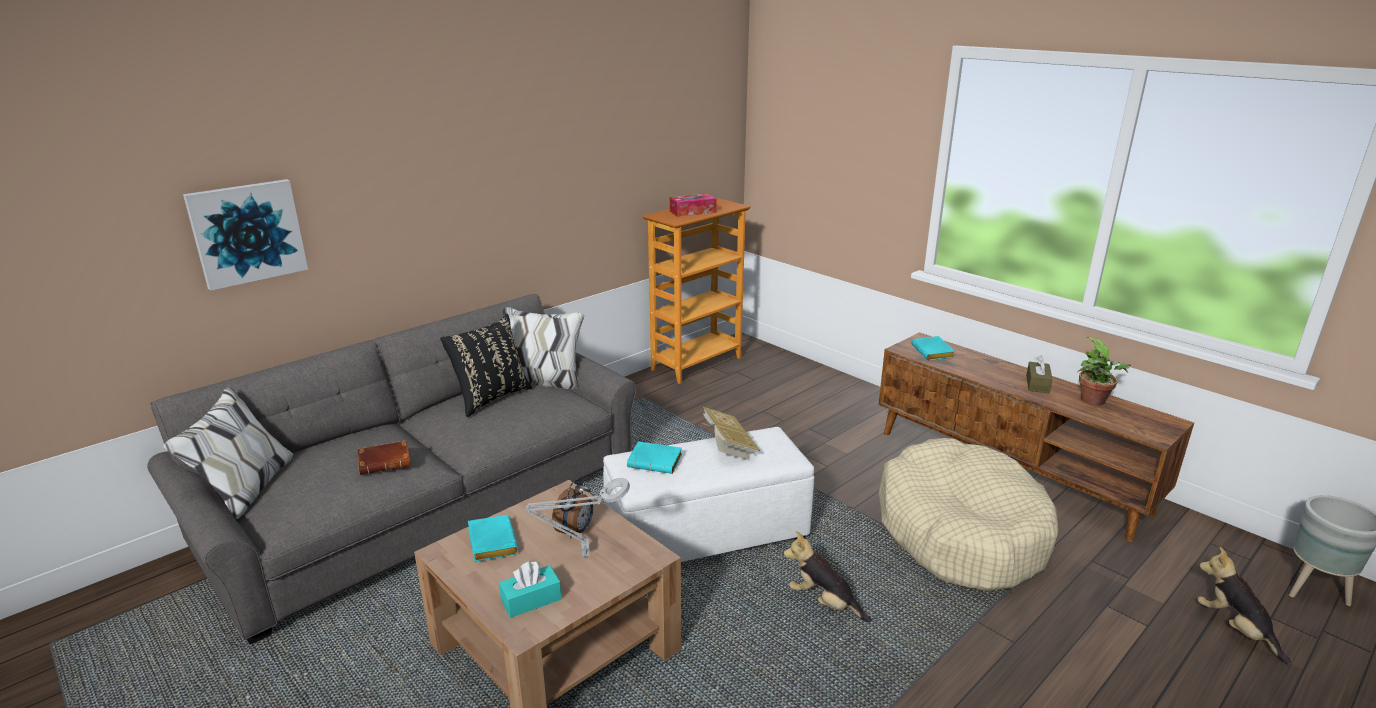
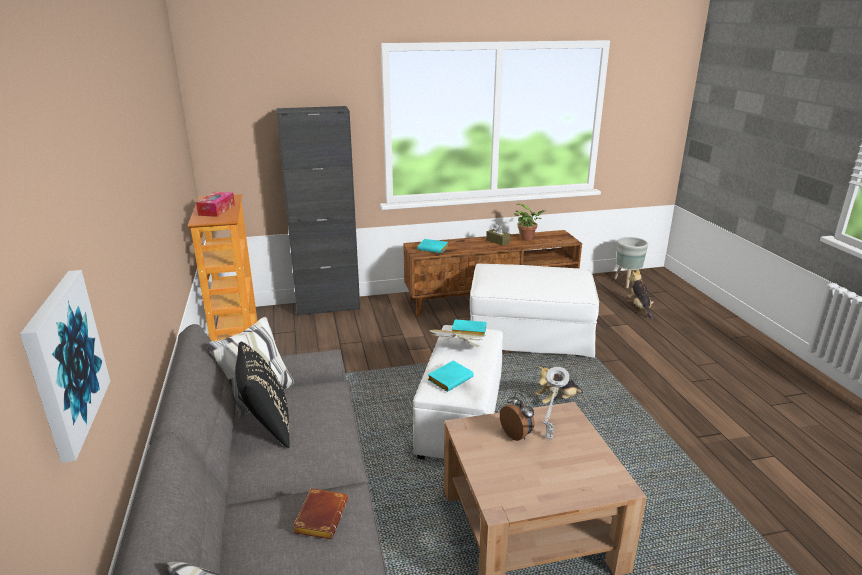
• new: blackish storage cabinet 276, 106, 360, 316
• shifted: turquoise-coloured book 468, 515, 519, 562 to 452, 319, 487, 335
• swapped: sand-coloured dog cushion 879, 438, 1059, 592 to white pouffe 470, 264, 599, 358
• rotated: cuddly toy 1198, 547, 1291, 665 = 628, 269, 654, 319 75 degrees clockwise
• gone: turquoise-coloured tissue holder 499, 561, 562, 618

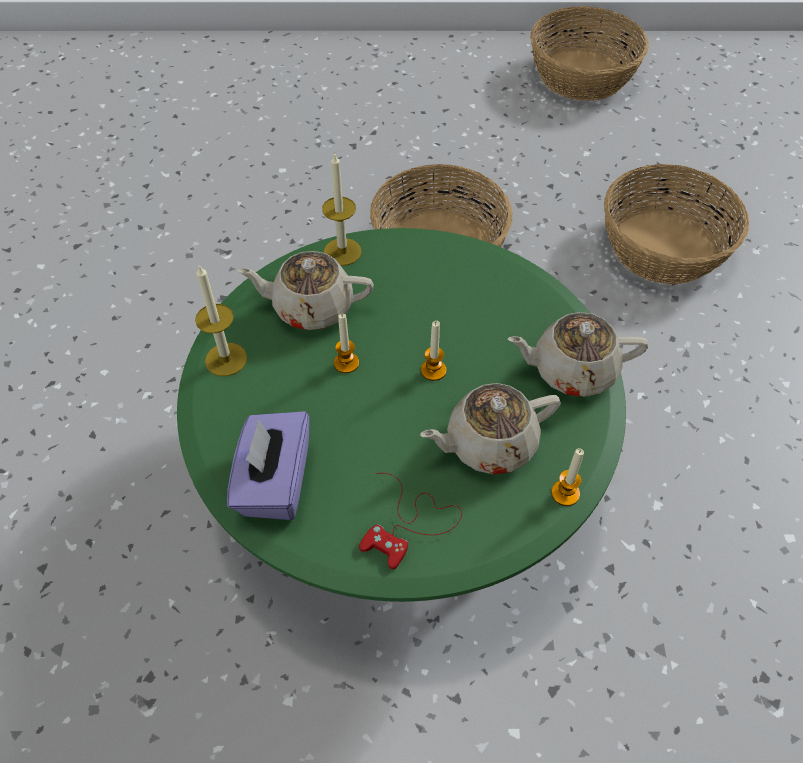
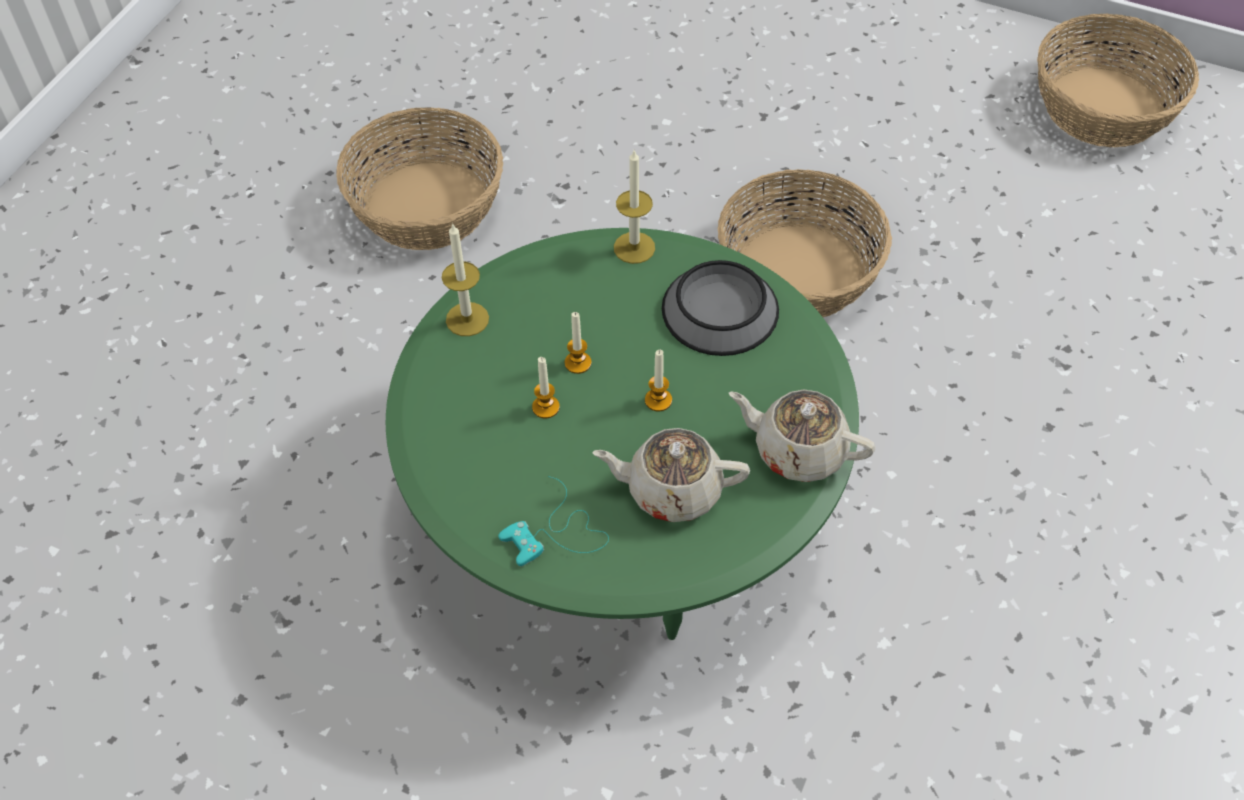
• shifted: storage basket 604, 164, 749, 284 to 336, 107, 503, 250
• repainted: reddish game controller 359, 473, 462, 569 to turquoise-coloured game controller 498, 476, 609, 566
• shifted: wax light 551, 448, 584, 506 to 532, 357, 560, 418
• new: bowl 662, 260, 779, 356
• gone: purple tissue holder 227, 411, 309, 520
• gone: sand-coloured pot for tea 238, 251, 374, 330

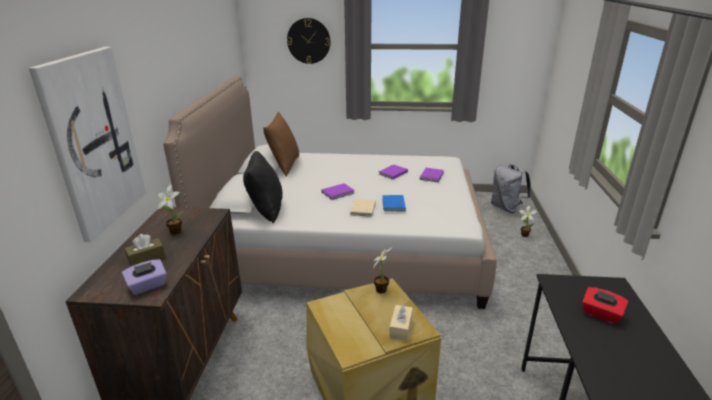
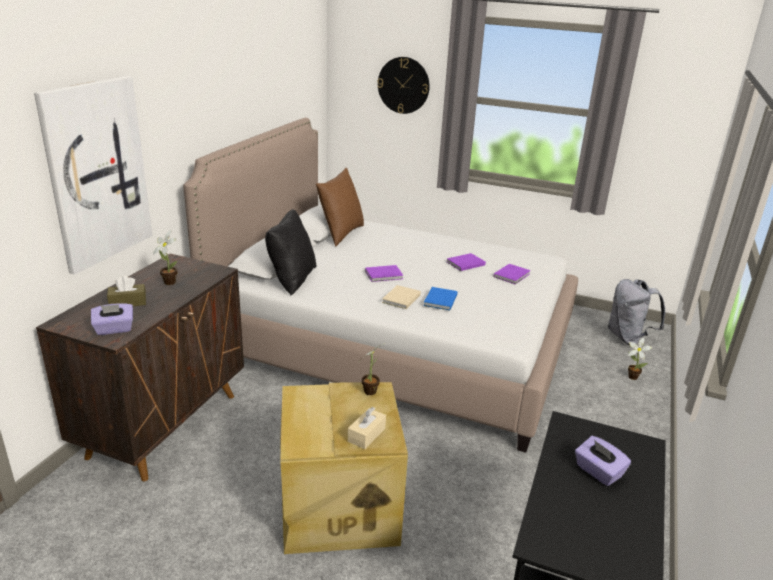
• repainted: reddish tissue holder 582, 287, 628, 324 to purple tissue holder 575, 436, 631, 486

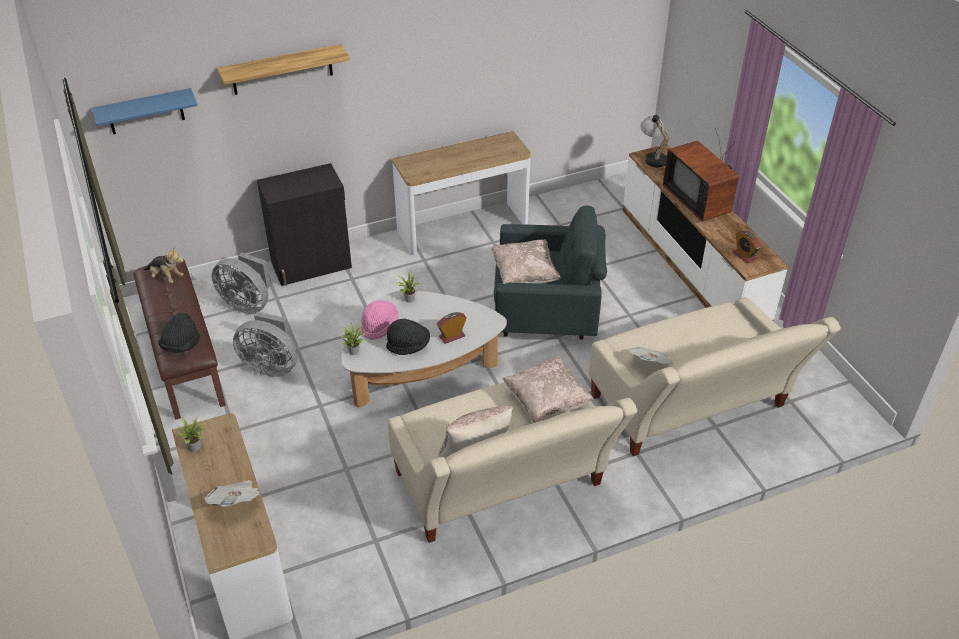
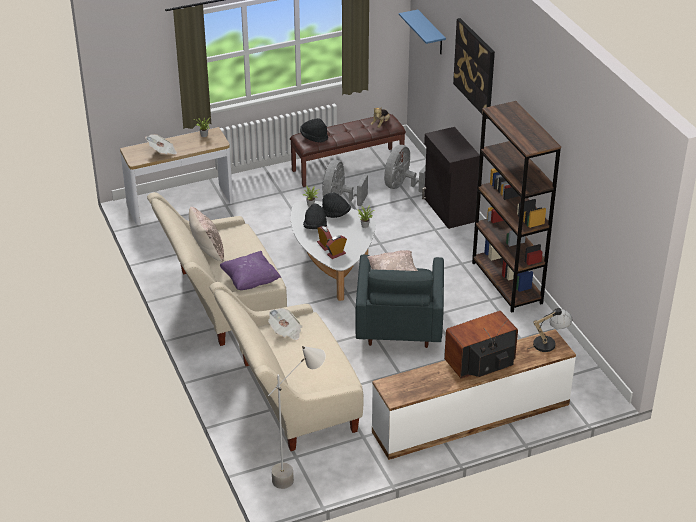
• repainted: sand-coloured throw pillow 503, 357, 594, 423 to purple throw pillow 220, 251, 281, 290
• new: grey floor lamp 268, 346, 326, 489
• repainted: pink-coloured wearable hat 361, 300, 399, 340 to blackish wearable hat 322, 193, 351, 218
• shifted: bedside clock 733, 231, 761, 263 to 326, 235, 347, 259
• swapped: shelf 217, 44, 350, 95 to wall art 453, 18, 495, 119
• swapped: narrow table 392, 131, 531, 255 to brown-coloured shelving unit 472, 101, 561, 313

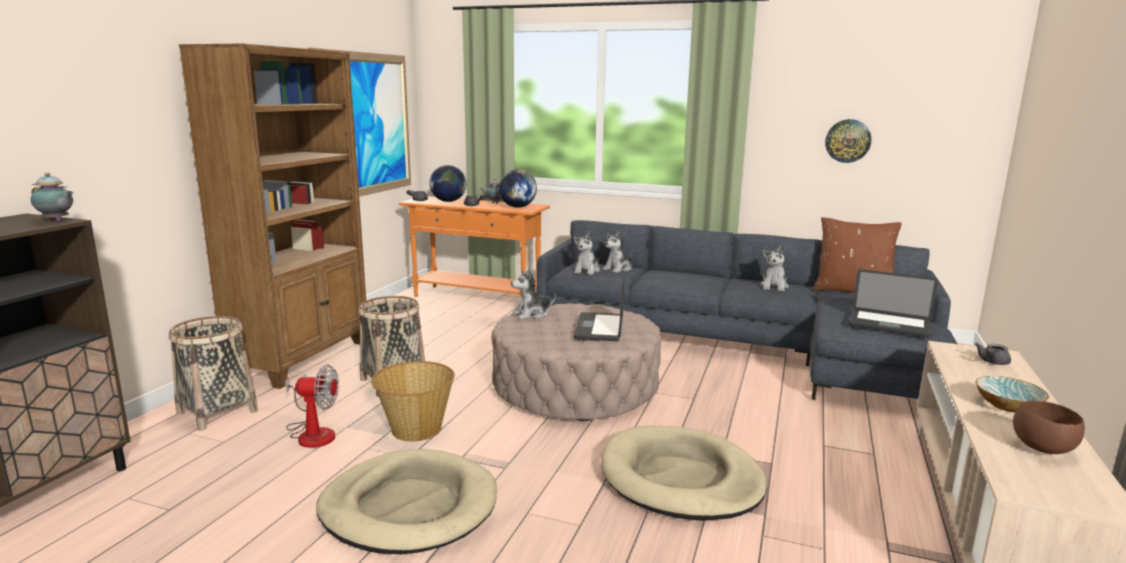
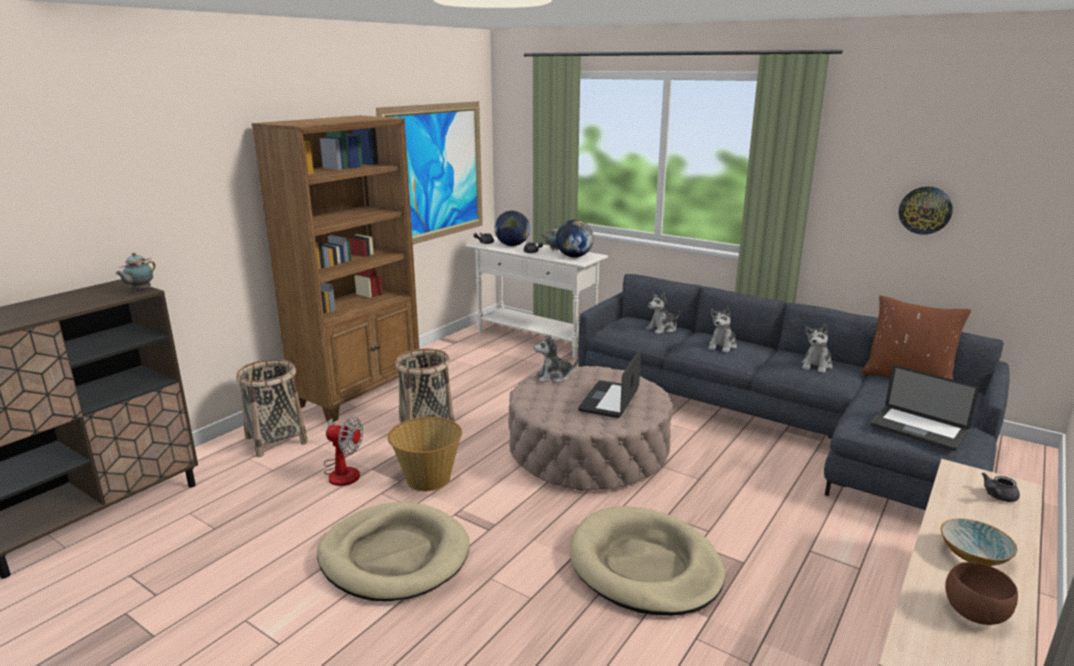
• rotated: pot for tea 31, 173, 74, 221 = 115, 253, 155, 291 75 degrees clockwise
• repainted: orange narrow table 399, 196, 550, 297 to white narrow table 466, 236, 608, 358
• shifted: cuddly toy 574, 232, 600, 275 to 708, 307, 737, 353

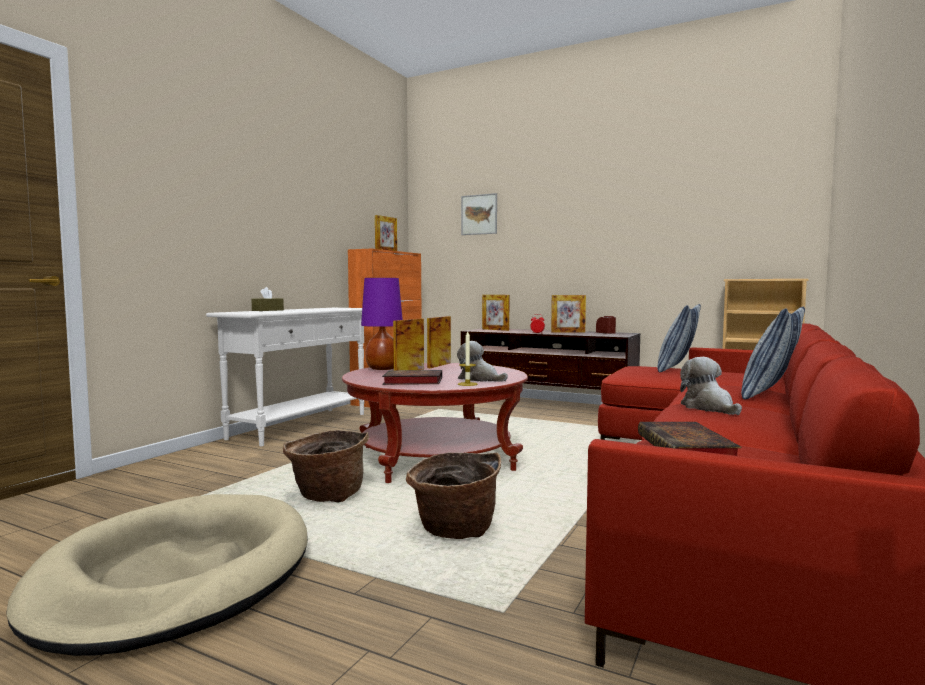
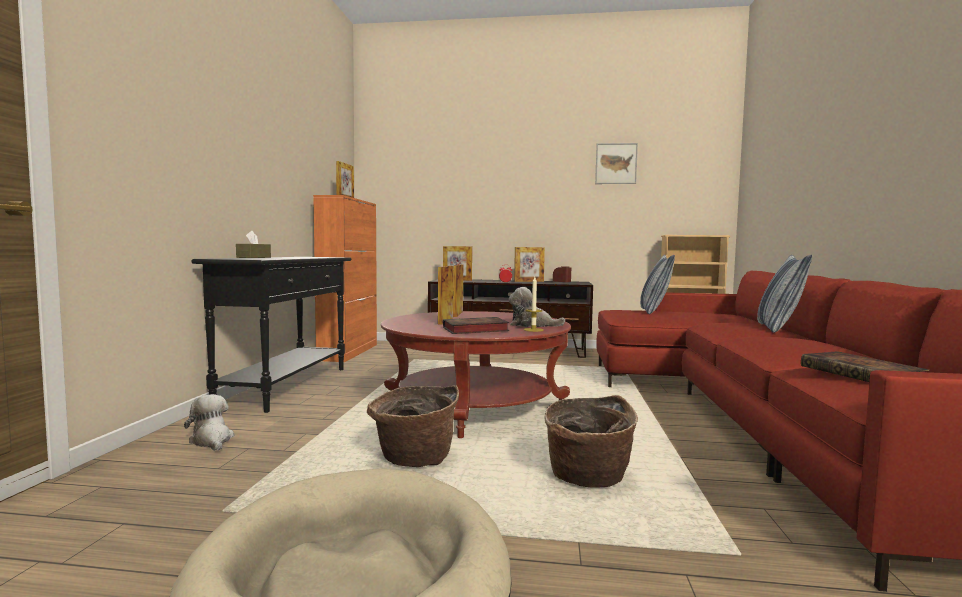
• shifted: cuddly toy 680, 357, 742, 415 to 184, 394, 234, 451
• repainted: white narrow table 206, 308, 364, 446 to blackish narrow table 191, 257, 352, 413
• shifted: wall art 461, 193, 497, 235 to 595, 143, 638, 184
• gone: purple tabletop lamp 361, 278, 403, 370

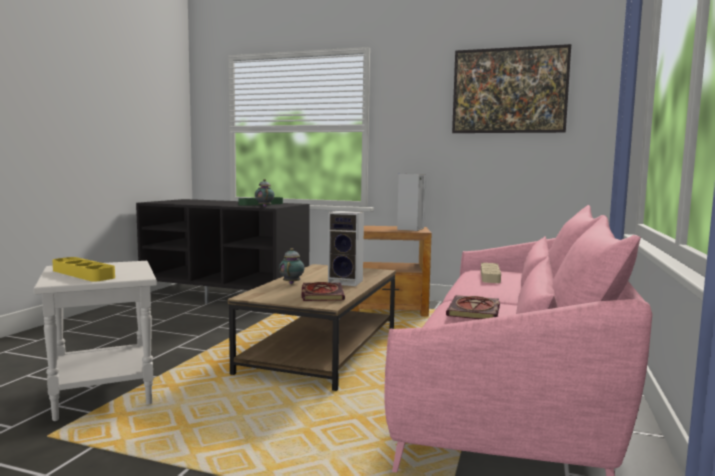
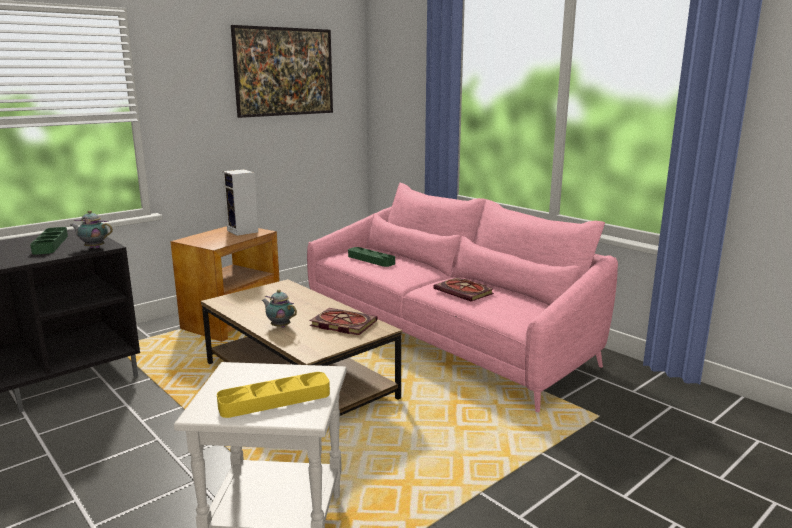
• repainted: sand-coloured carrying tray 481, 263, 501, 283 to greenish carrying tray 348, 247, 395, 267
• gone: audio speaker 328, 211, 364, 286

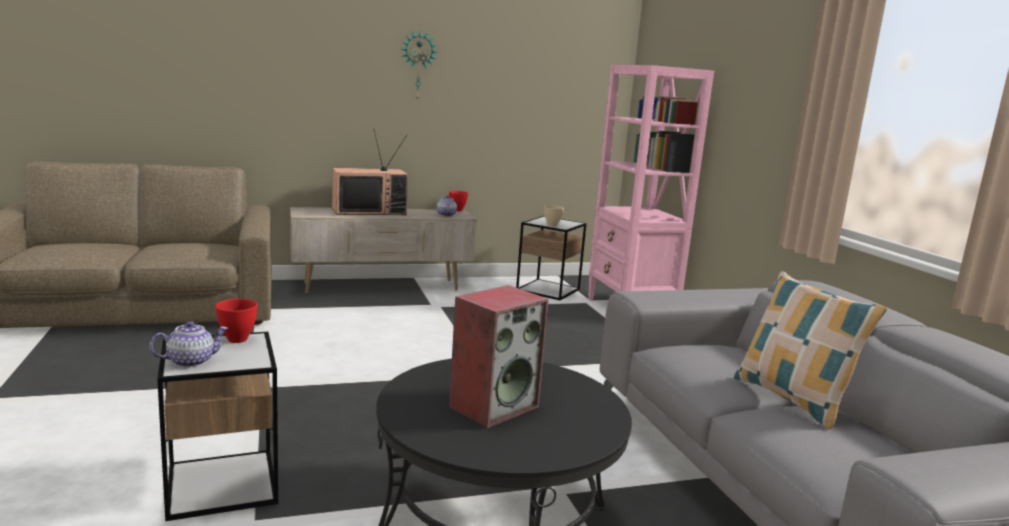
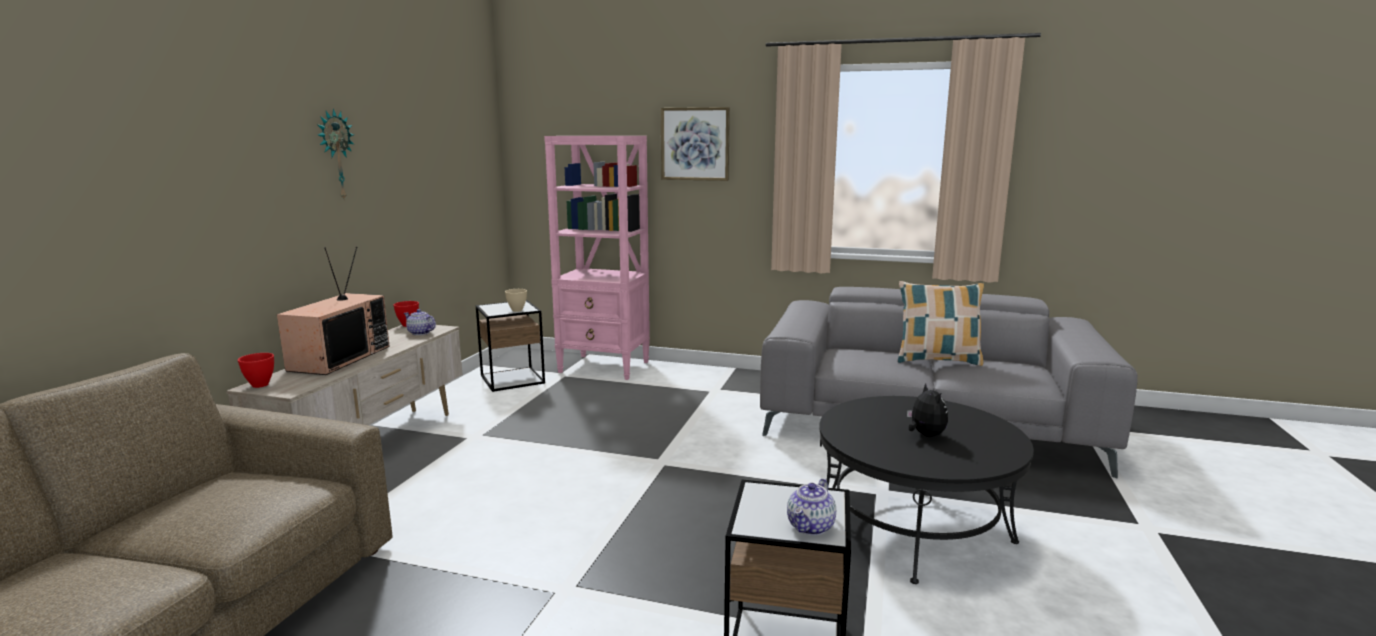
• shifted: reddish bowl 215, 299, 258, 343 to 238, 353, 274, 388
• new: wall art 661, 107, 730, 181
• rotated: pot for tea 149, 321, 228, 367 = 787, 479, 836, 535 150 degrees counterclockwise
• swapped: audio speaker 449, 285, 549, 428 to cuddly toy 907, 383, 948, 437

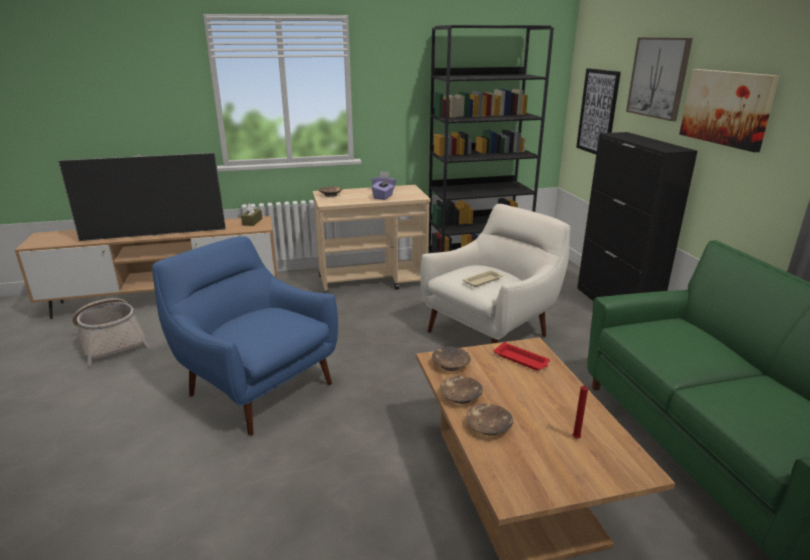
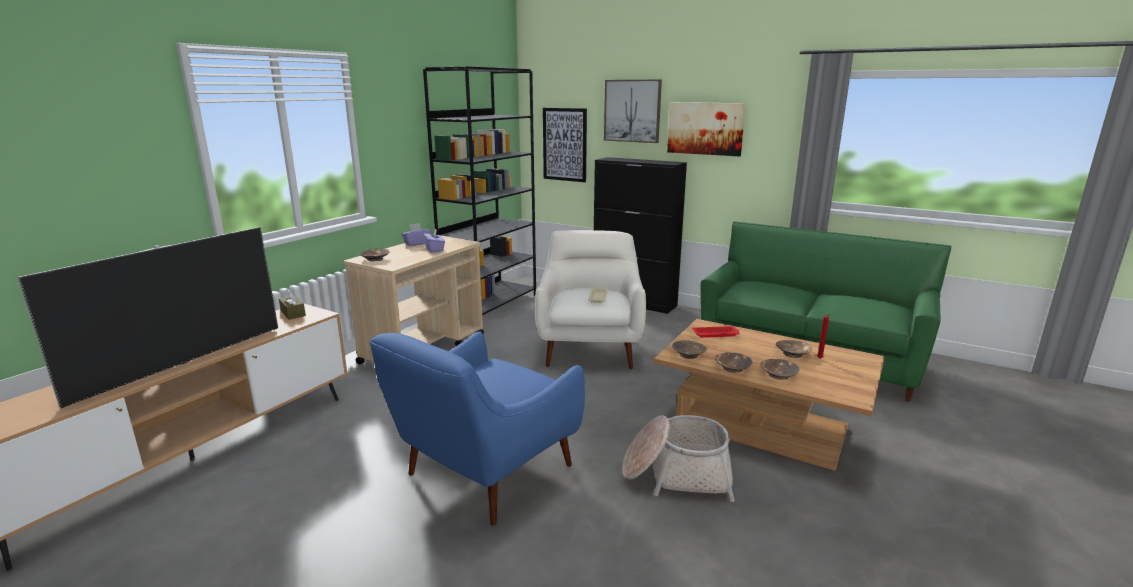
• rotated: bluish armchair 152, 236, 338, 436 = 370, 331, 585, 526 45 degrees counterclockwise
• shifted: storage basket 72, 298, 150, 366 to 622, 415, 735, 502
• new: brown-coloured bowl 776, 340, 812, 358

